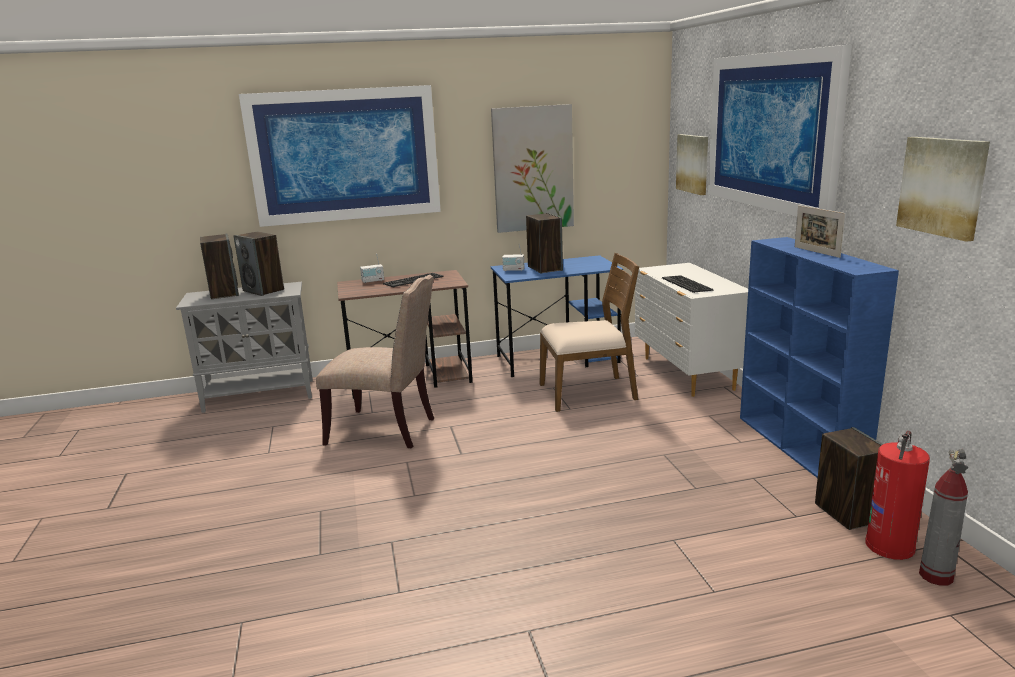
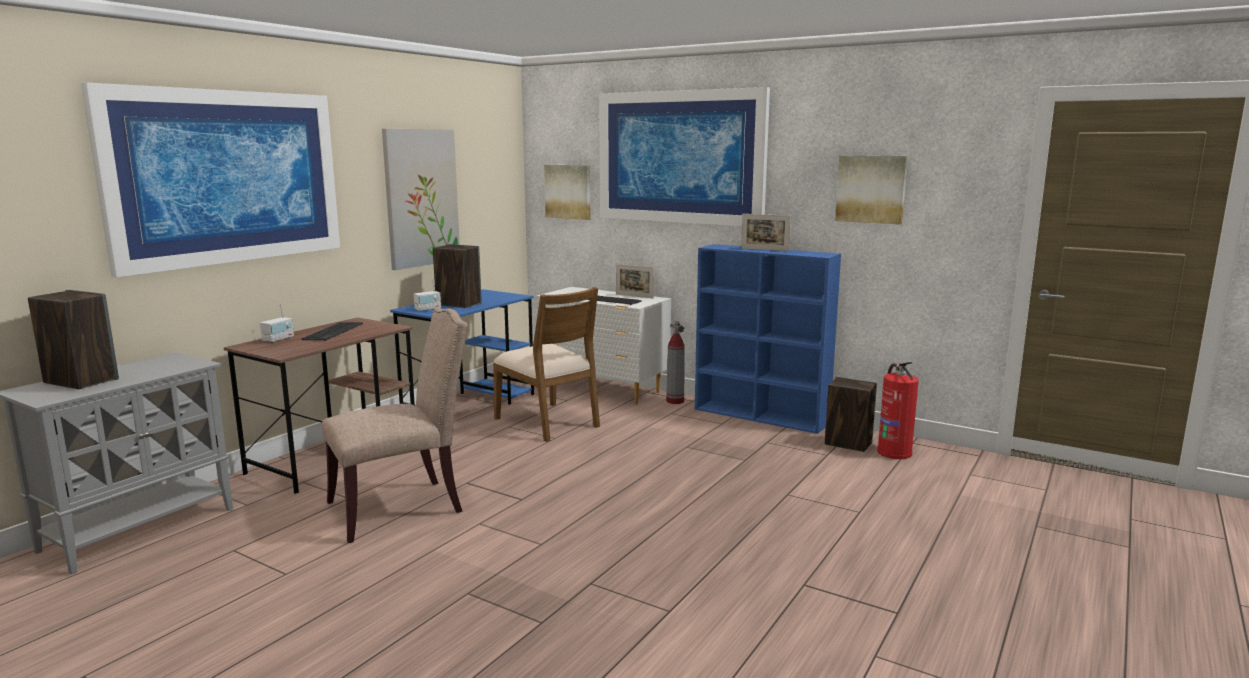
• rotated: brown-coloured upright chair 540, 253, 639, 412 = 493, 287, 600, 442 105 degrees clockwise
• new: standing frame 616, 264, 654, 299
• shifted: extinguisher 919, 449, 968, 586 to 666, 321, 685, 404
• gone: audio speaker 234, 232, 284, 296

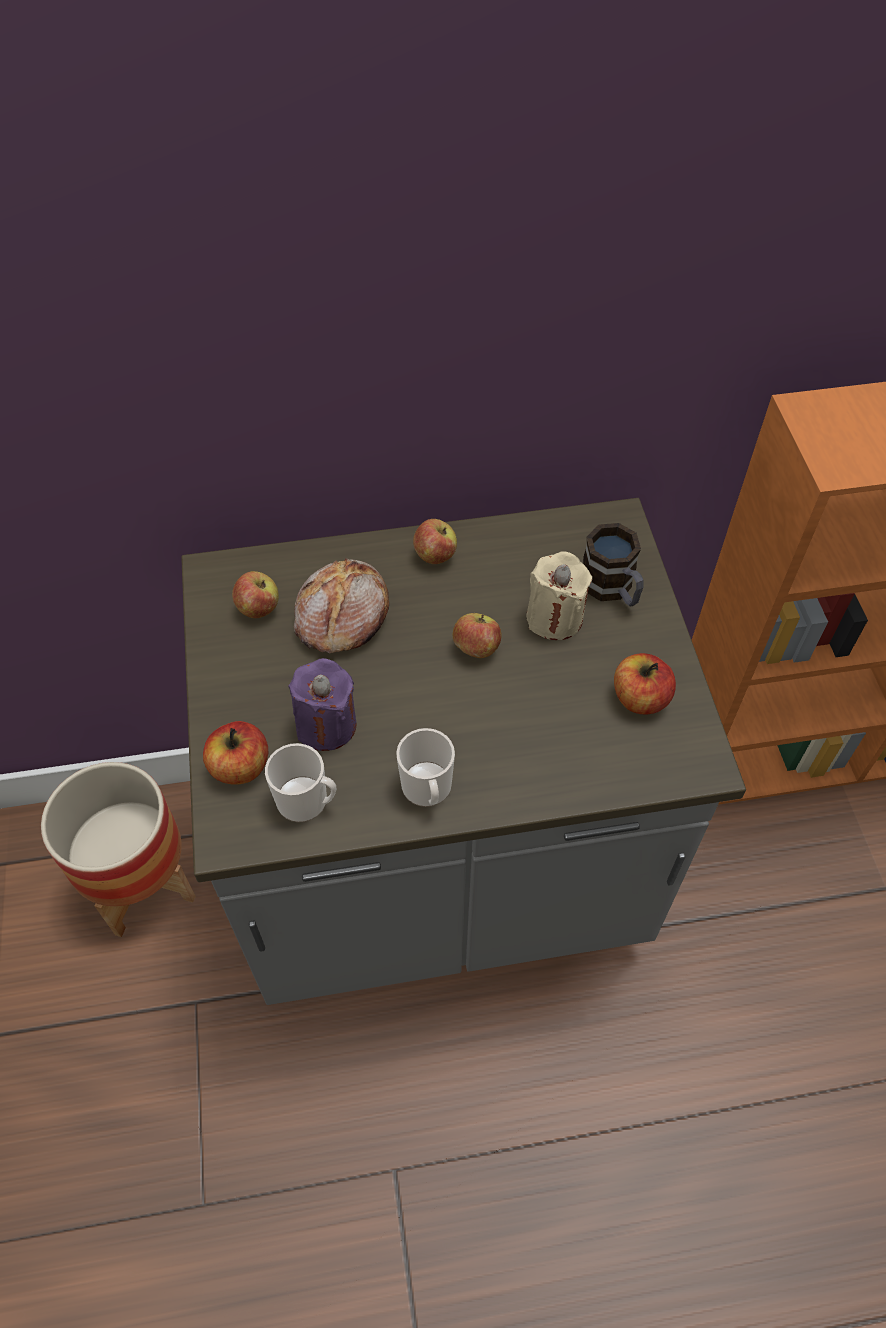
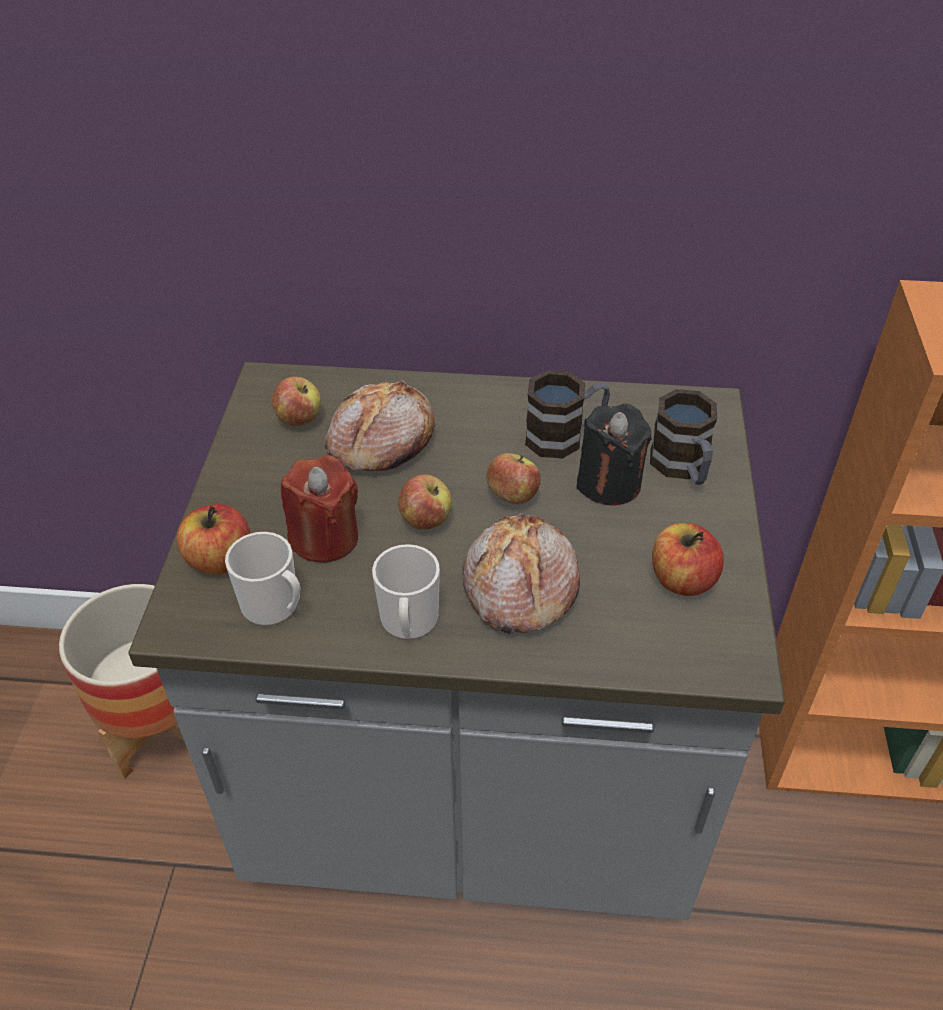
• repainted: purple wax light 288, 658, 357, 751 to reddish wax light 281, 455, 358, 563
• shifted: apple 413, 519, 457, 564 to 398, 474, 452, 530
• new: bread 463, 513, 580, 635
• new: tea mug 525, 370, 610, 459
• repainted: sand-coloured wax light 527, 551, 592, 640 to blackish wax light 577, 404, 652, 506

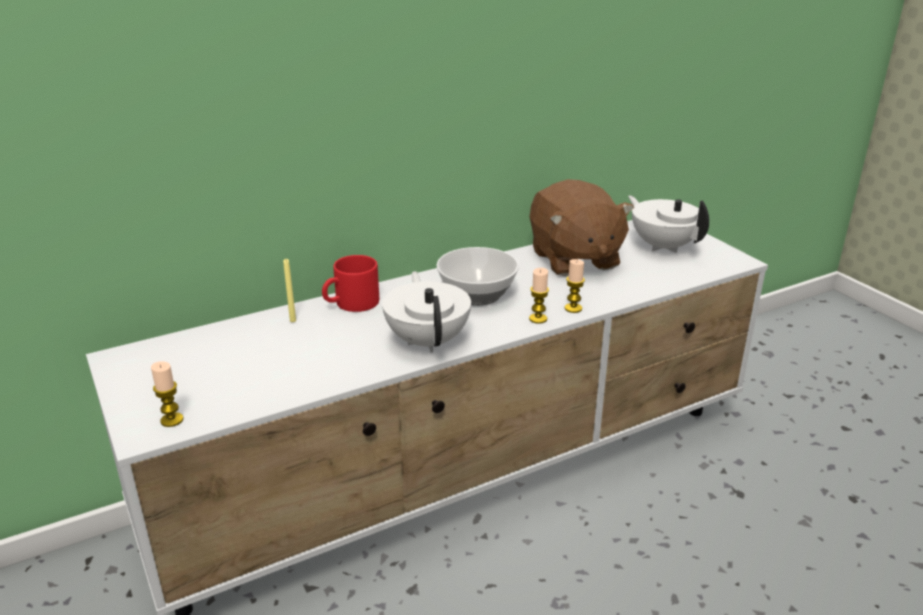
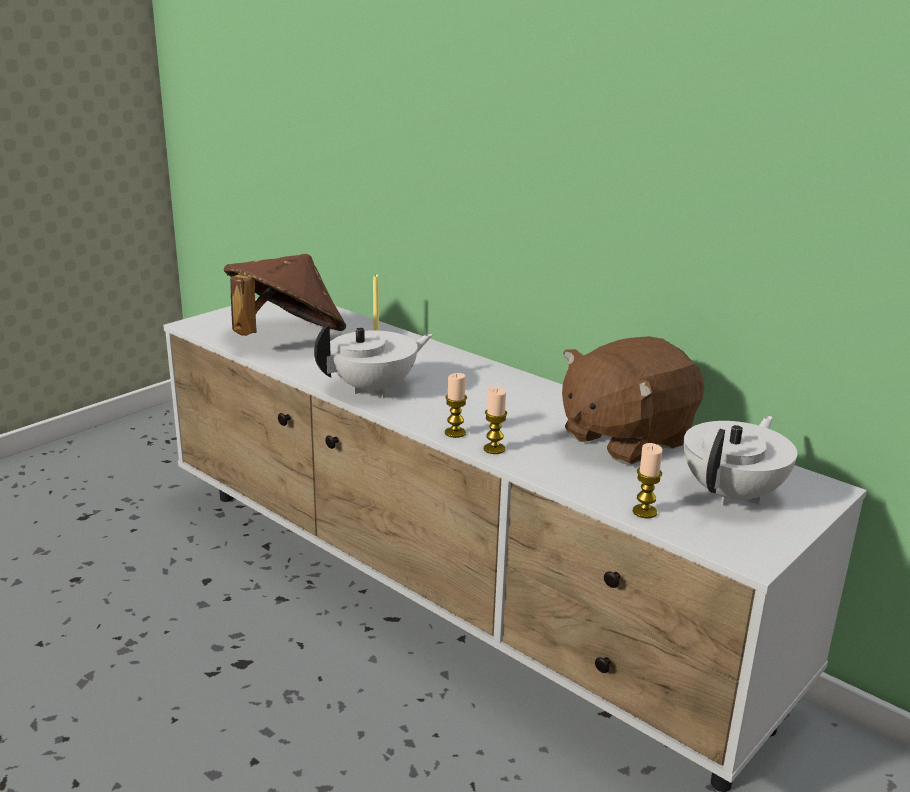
• new: brown-coloured wearable hat 224, 254, 346, 336
• shifted: wax light 151, 361, 183, 427 to 633, 443, 663, 519
• gone: reddish tea mug 322, 255, 379, 312
• gone: bowl 436, 247, 519, 306

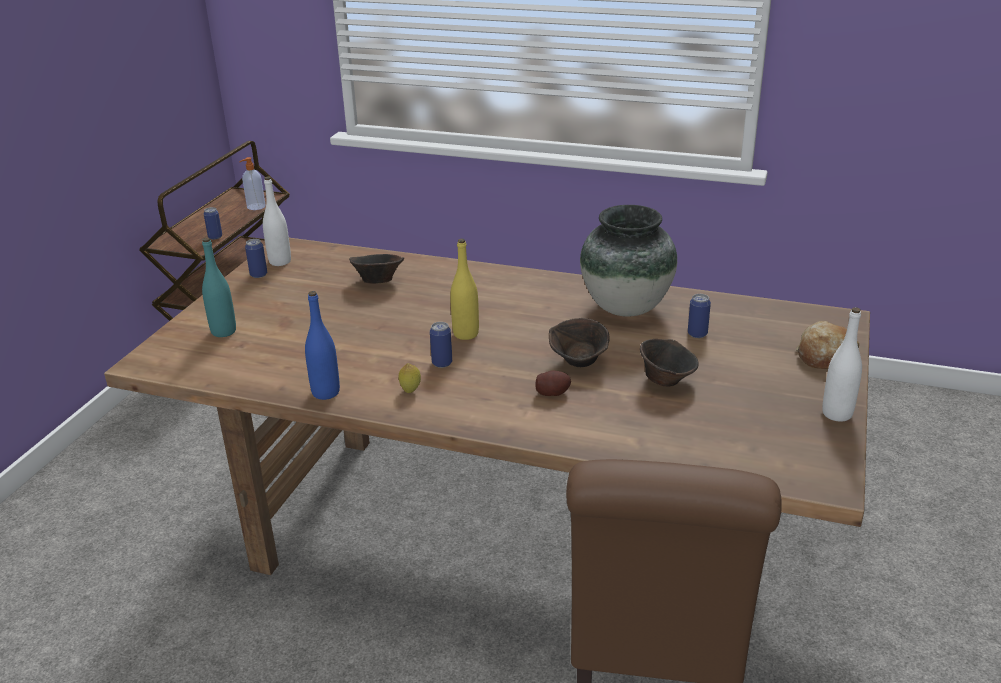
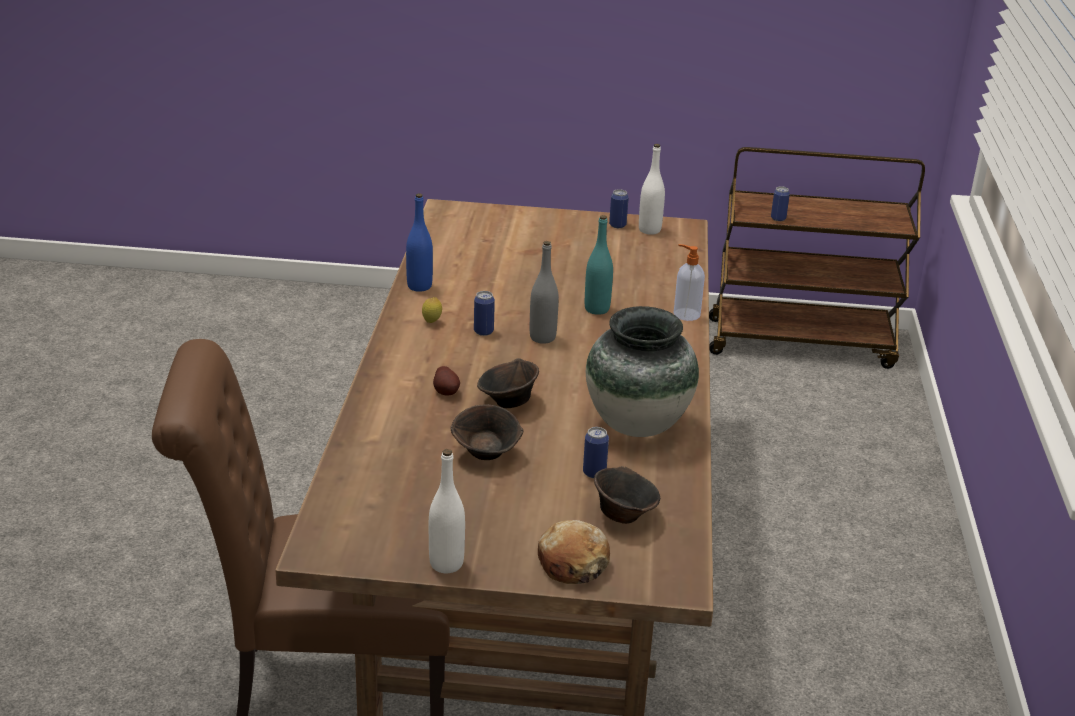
• repainted: yellowish drink bottle 450, 239, 479, 340 to grey drink bottle 530, 241, 559, 344
• shifted: turquoise-coloured drink bottle 202, 238, 236, 337 to 585, 215, 613, 315
• shifted: brown-coloured bowl 349, 254, 404, 284 to 594, 466, 660, 524
• shifted: soap bottle 239, 157, 266, 210 to 674, 244, 705, 321

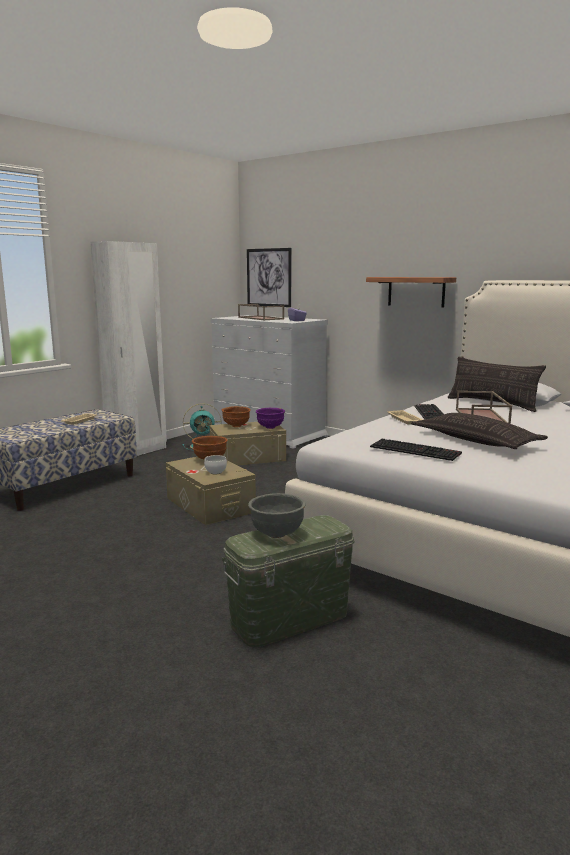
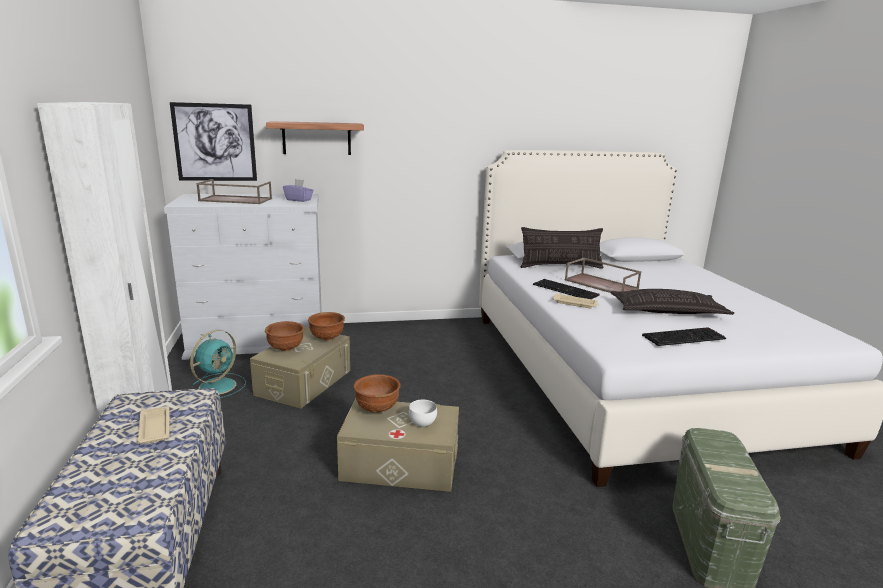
• shifted: shelf 366, 277, 456, 307 to 266, 121, 364, 155
• repainted: purple bowl 256, 408, 285, 429 to brown-coloured bowl 308, 312, 345, 341
• gone: grey bowl 248, 493, 306, 538

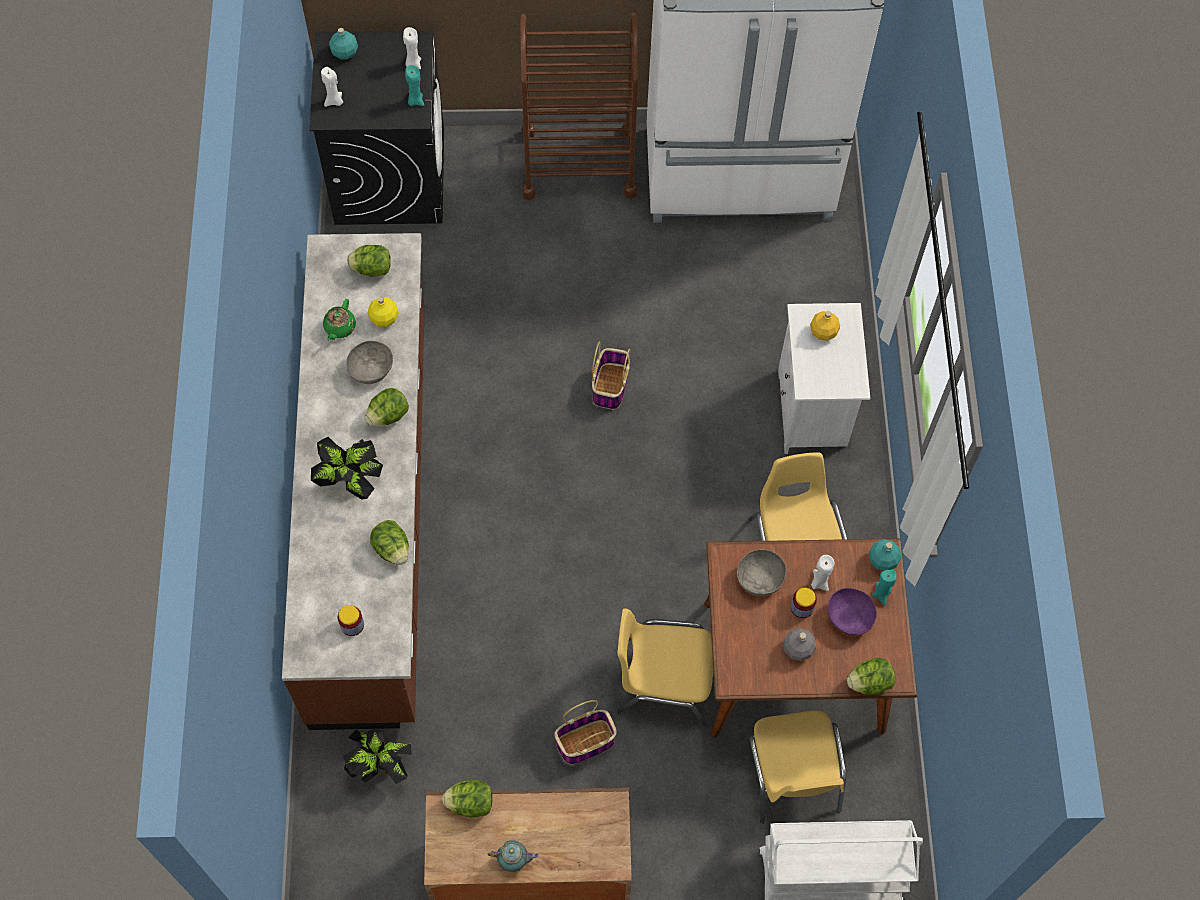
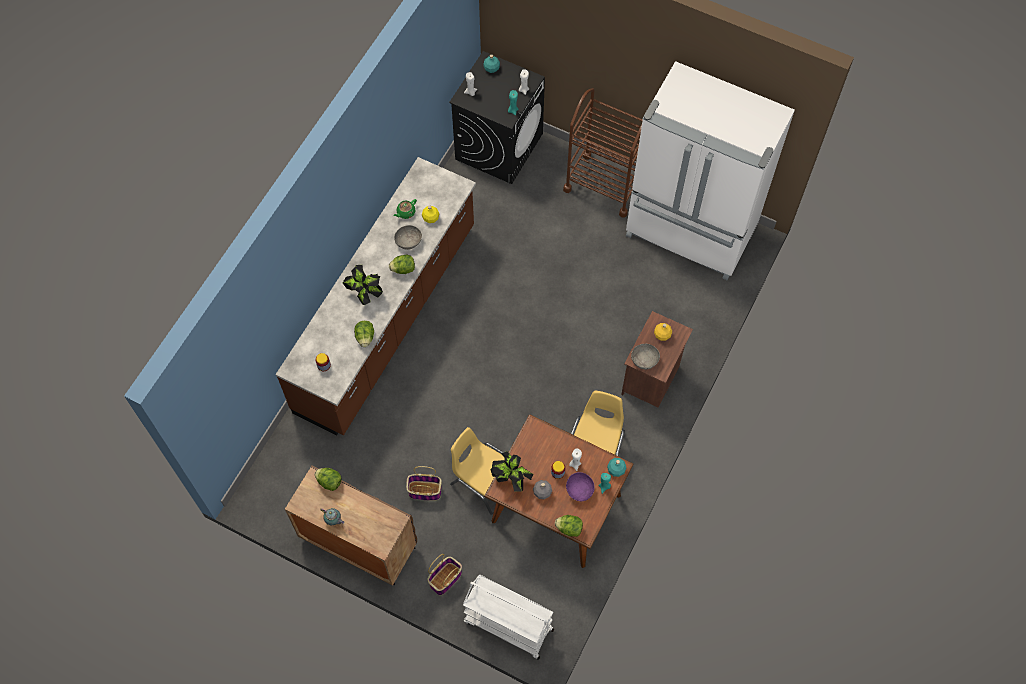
• shifted: storage basket 592, 341, 630, 410 to 428, 554, 462, 595
• shifted: plant in a pot 343, 729, 412, 784 to 490, 451, 534, 492
• repainted: white bedside table 778, 303, 870, 454 to brown-coloured bedside table 621, 311, 693, 408
• shifted: grey bowl 737, 549, 786, 596 to 631, 344, 660, 369
• gone: lettuce head 347, 245, 391, 277
• gone: yellowish upright chair 741, 711, 846, 824

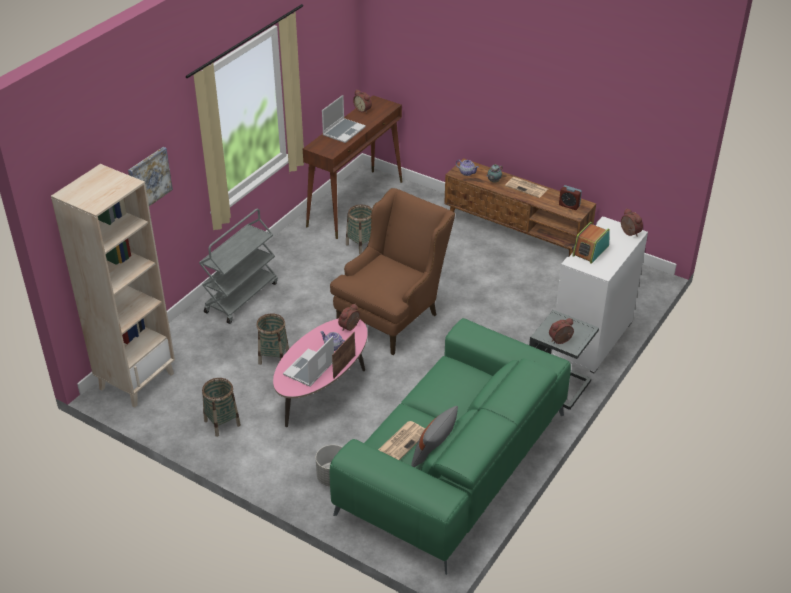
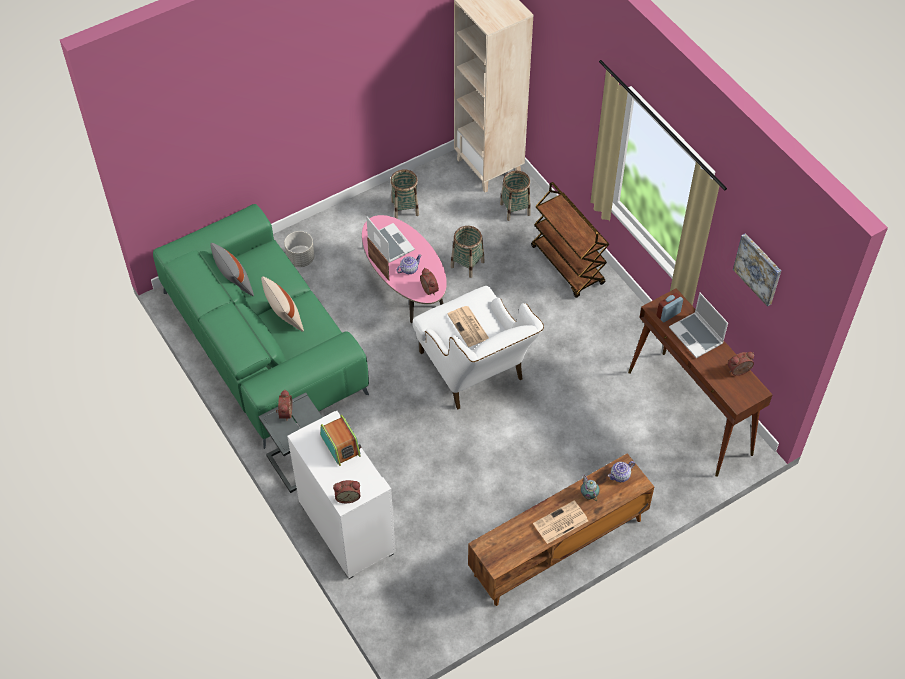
• new: sand-coloured throw pillow 261, 276, 304, 332
• repainted: brown-coloured armchair 330, 188, 455, 355 to white armchair 413, 286, 544, 409
• shifted: printed paper 378, 421, 425, 460 to 448, 306, 489, 347
• shifted: storage basket 346, 205, 372, 254 to 500, 171, 531, 221
• repainted: grey trolley 199, 209, 278, 324 to brown-coloured trolley 531, 182, 609, 298
• shifted: bedside clock 559, 185, 582, 210 to 657, 292, 683, 323
• shifted: wall art 128, 147, 173, 206 to 733, 233, 781, 307

